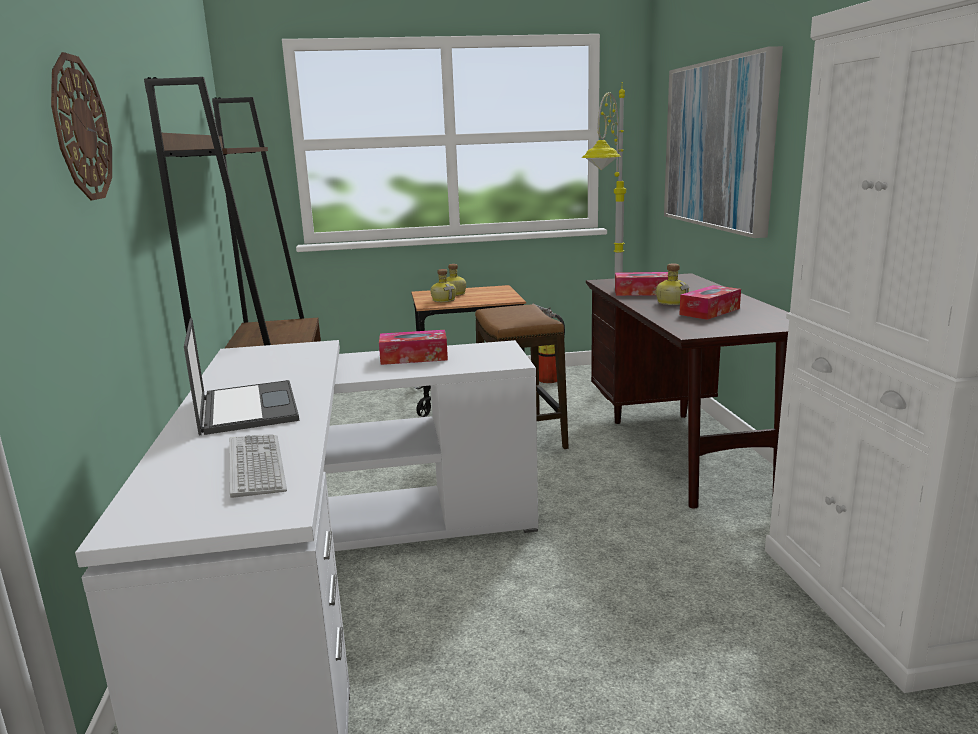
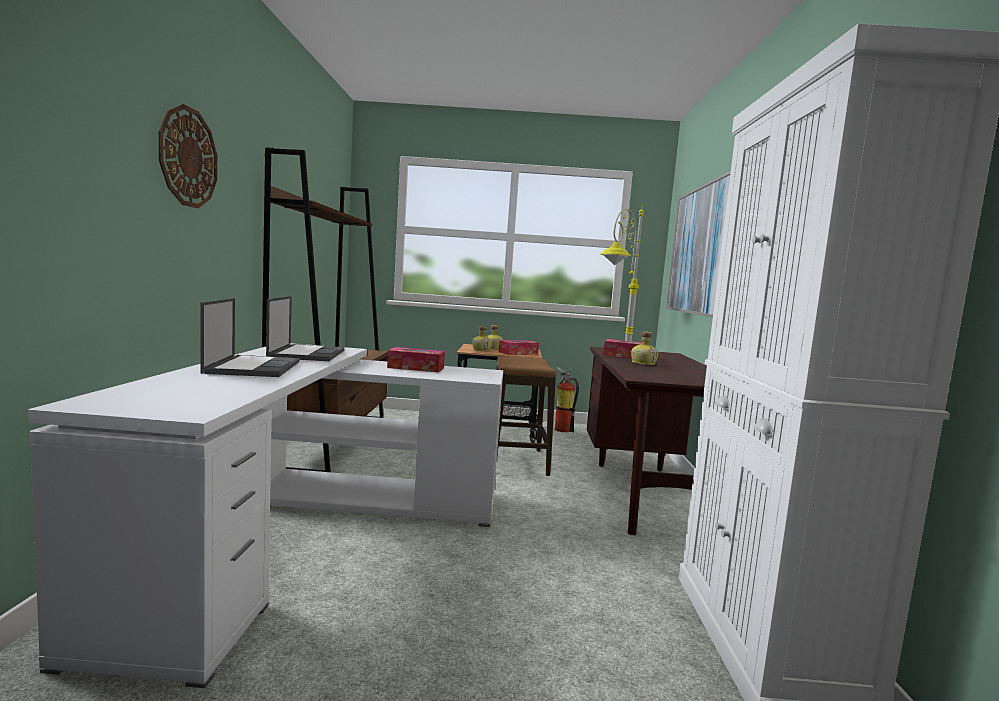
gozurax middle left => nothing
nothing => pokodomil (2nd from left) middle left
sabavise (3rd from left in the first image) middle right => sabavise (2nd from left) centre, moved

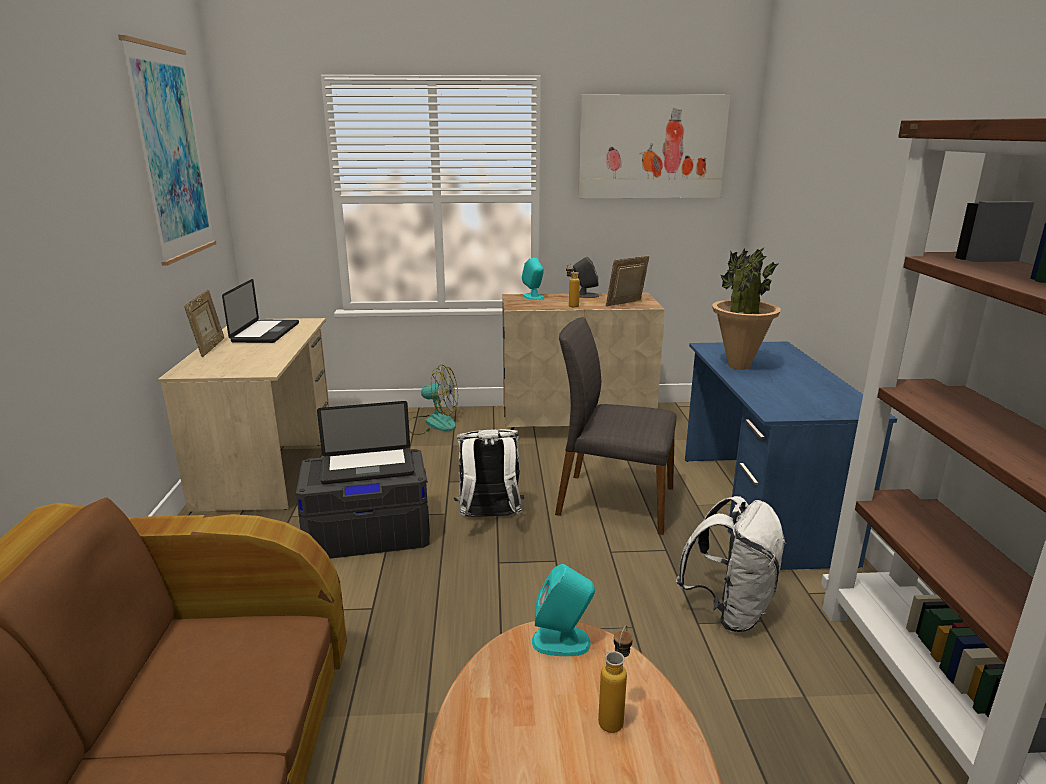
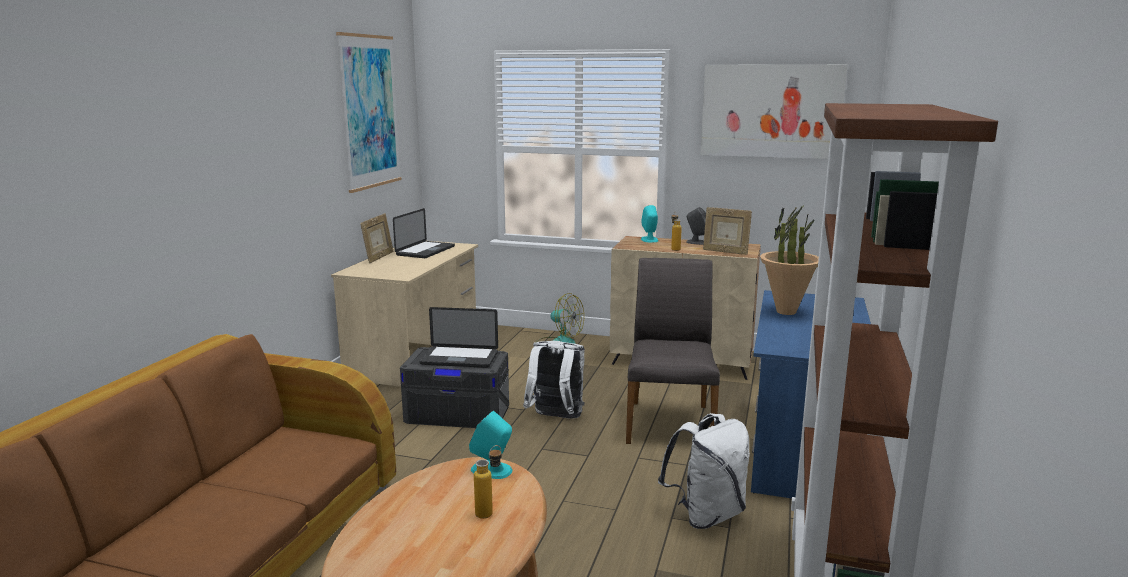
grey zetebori centre, 60 degrees clockwise
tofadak (2nd from left) centre, 120 degrees counterclockwise

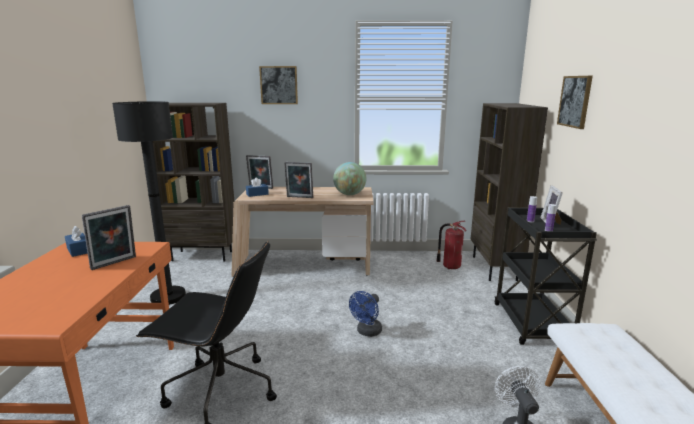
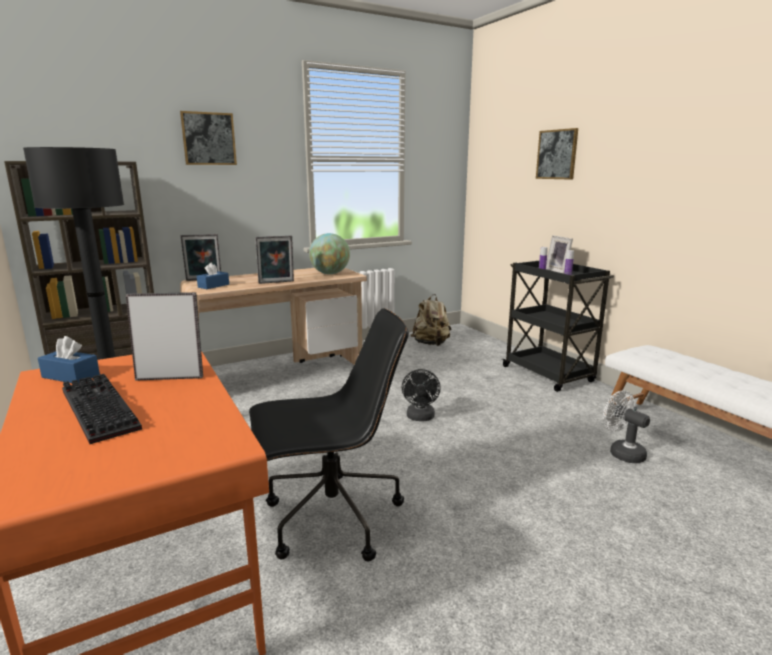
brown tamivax (2nd from left) middle right => nothing
nothing => gozurax middle left
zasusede centre => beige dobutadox centre
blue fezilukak bottom centre => black fezilukak centre
tofadak (1st from left) middle left, 105 degrees counterclockwise

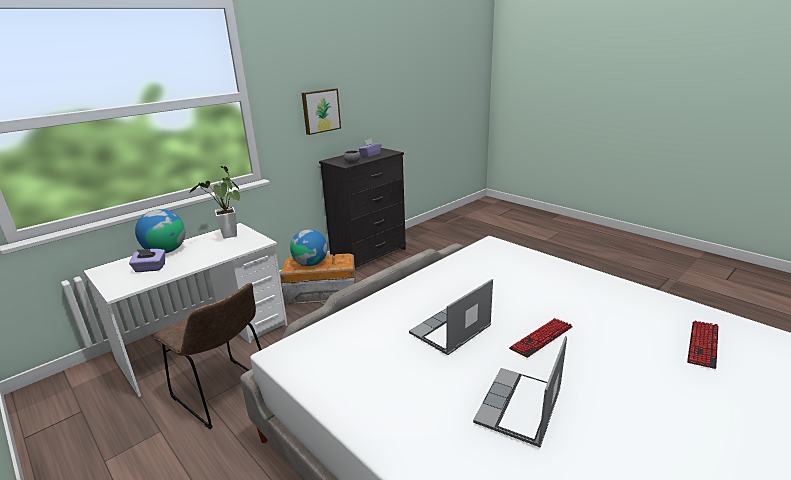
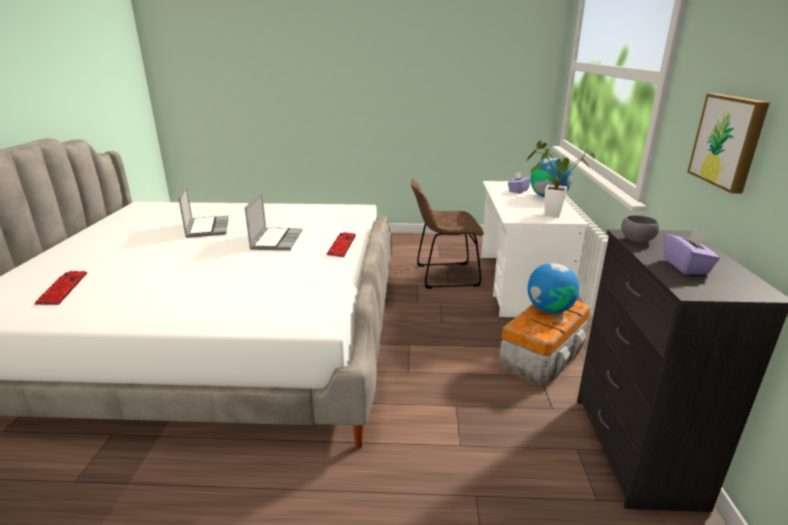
gozurax (1st from left in the first image) bottom right => gozurax (2nd from left) centre, moved

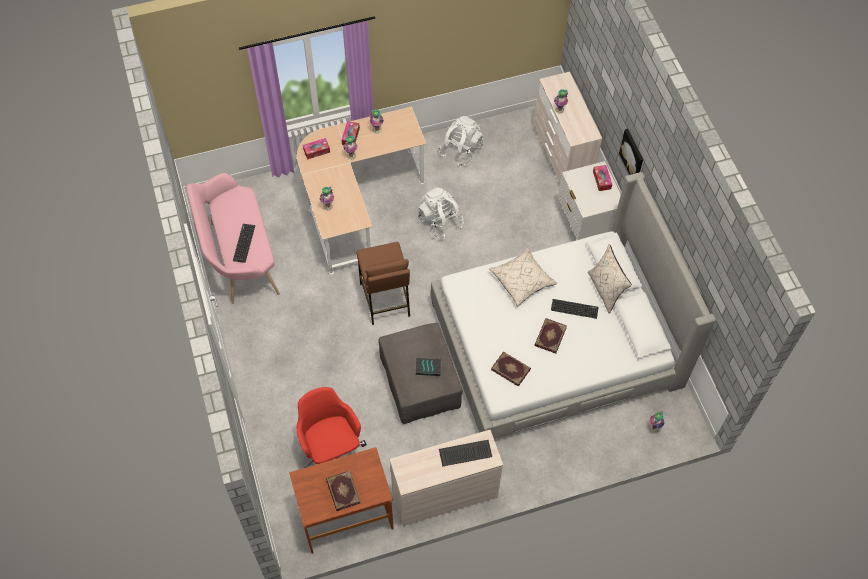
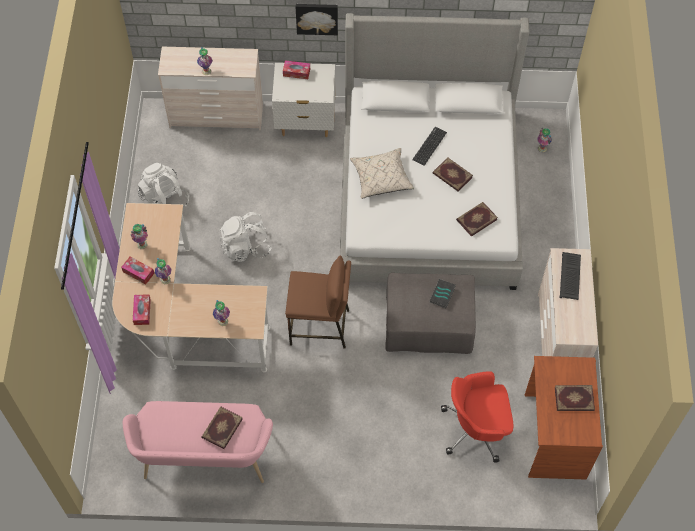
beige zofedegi (2nd from left) middle right => nothing
gozurax (1st from left) middle left => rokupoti (1st from left) bottom left

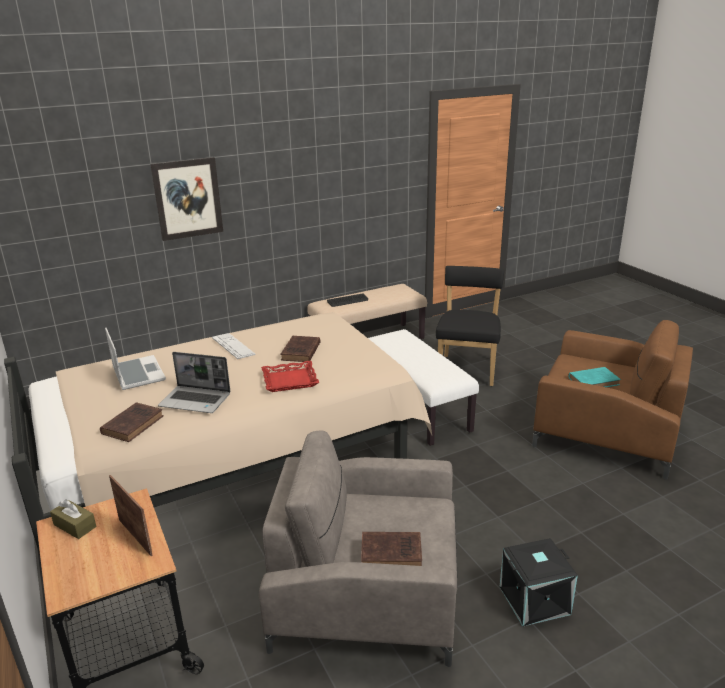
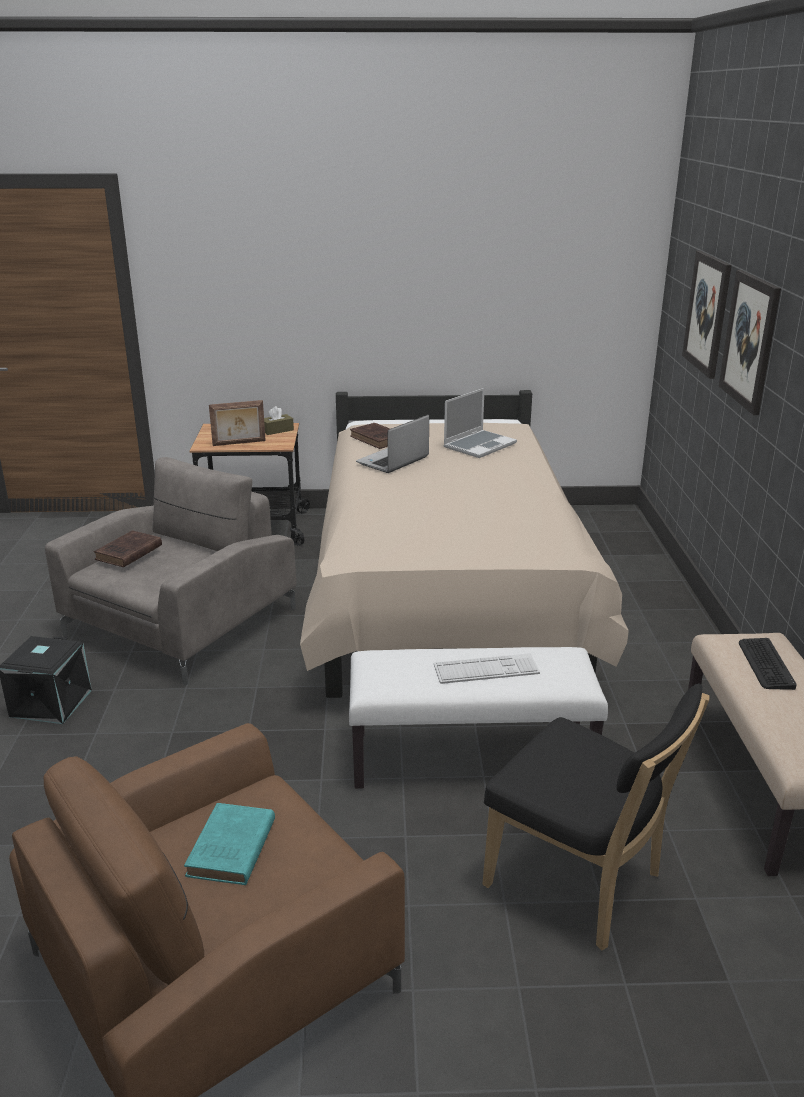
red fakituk centre => nothing
brown rokupoti (2nd from left) centre => nothing
nothing => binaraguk (1st from left) top right
gozurax (1st from left) middle left => gozurax (1st from left) centre, moved
pokodomil (1st from left in the first image) middle left => pokodomil (2nd from left) centre, 45 degrees counterclockwise

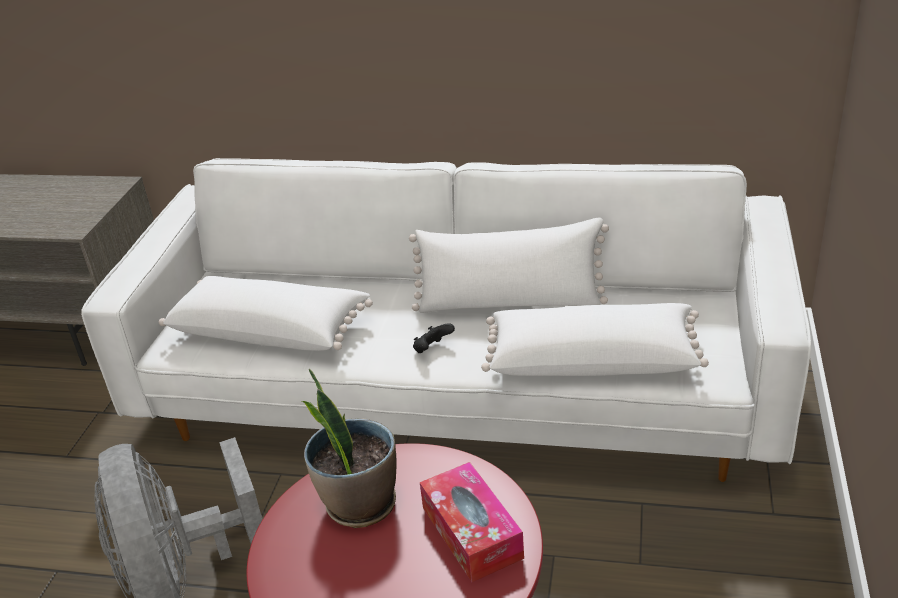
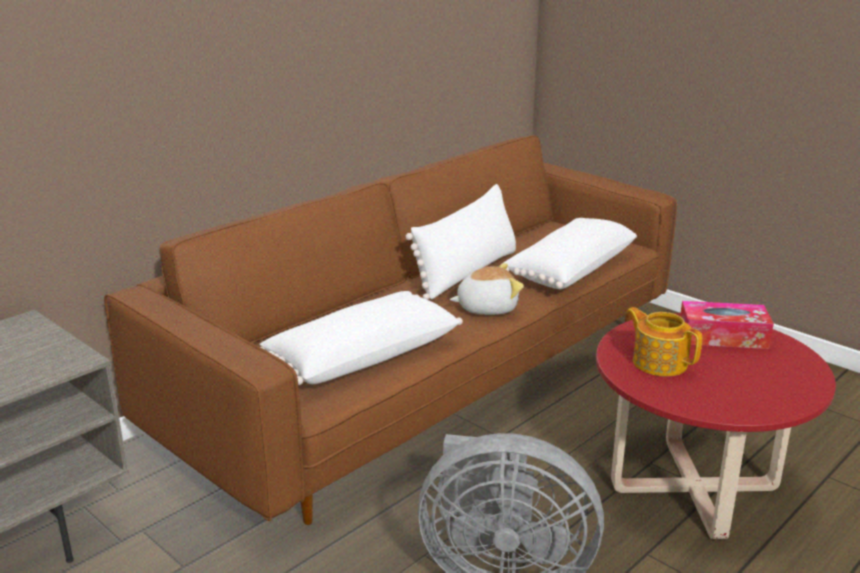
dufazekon bottom centre => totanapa middle right
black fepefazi centre => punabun centre
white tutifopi centre => brown tutifopi centre

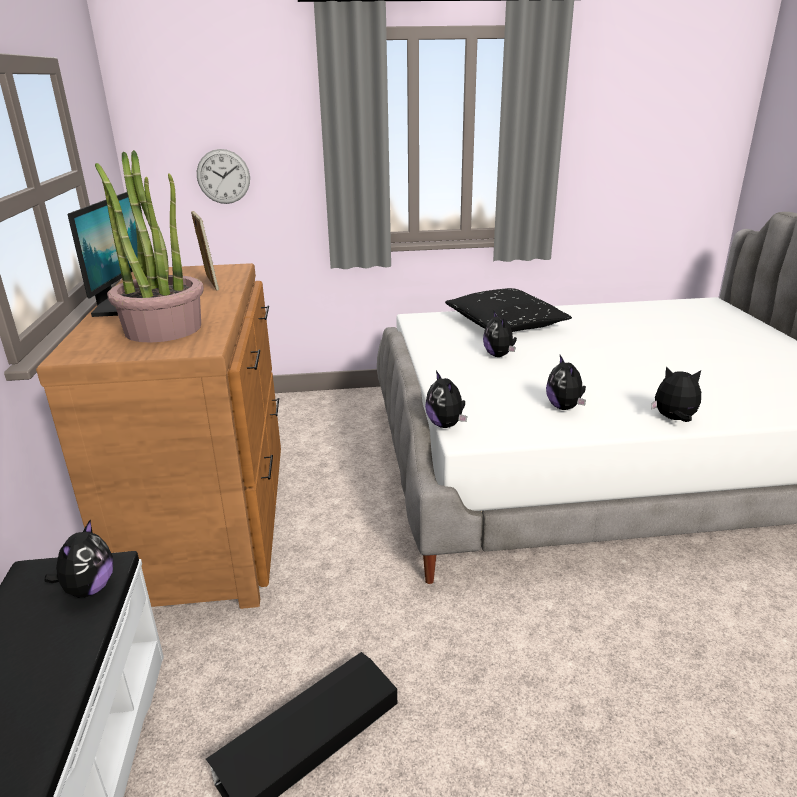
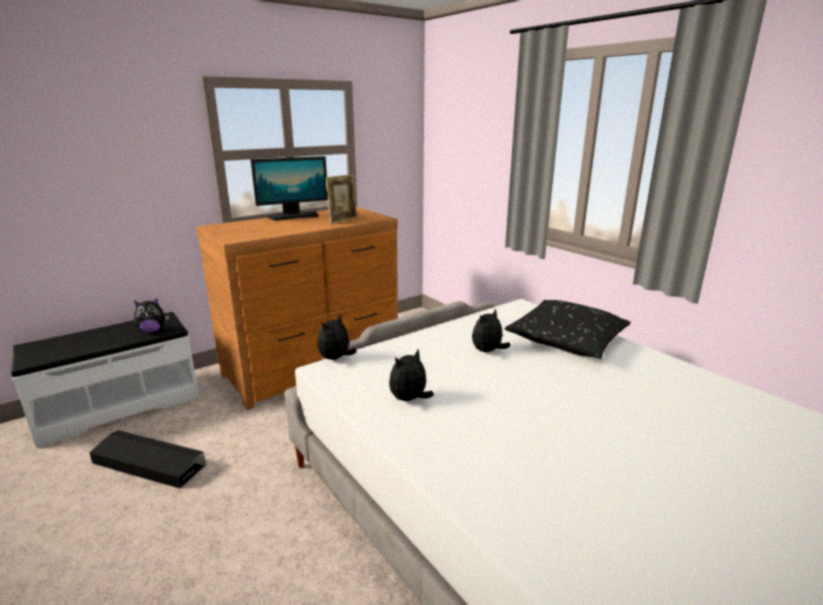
dufazekon top left => nothing
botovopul top left => nothing
punabun (5th from left) middle right => nothing

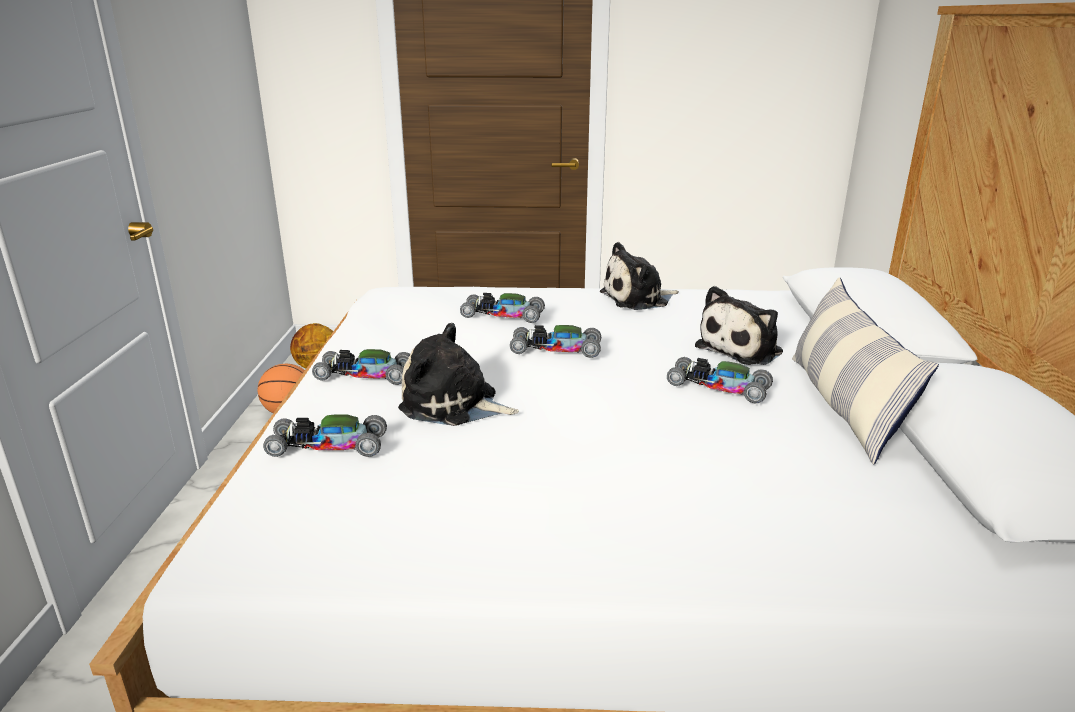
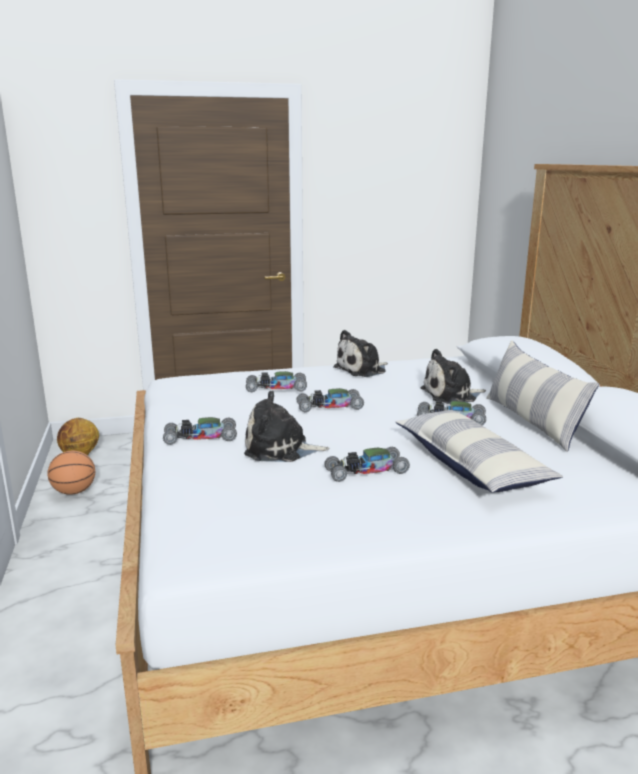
nothing => zofedegi (1st from left) middle right
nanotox (1st from left in the first image) middle left => nanotox (4th from left) centre, moved
punabun (3rd from left) middle right, 45 degrees clockwise

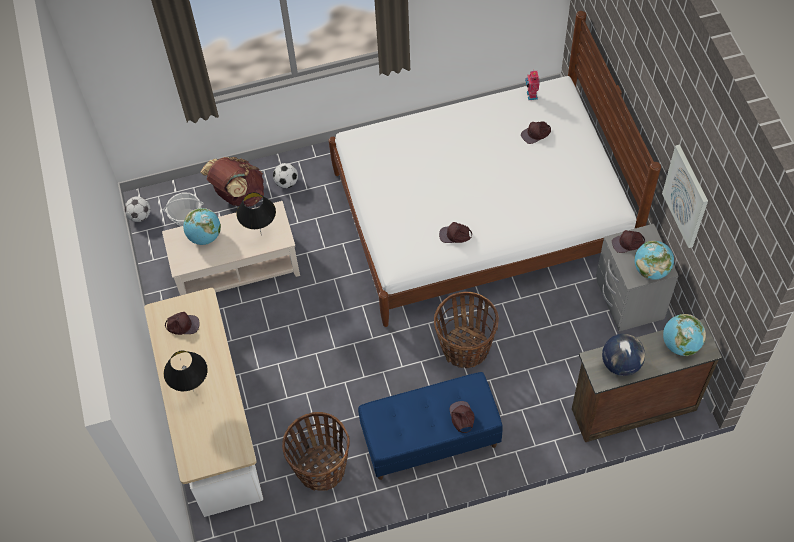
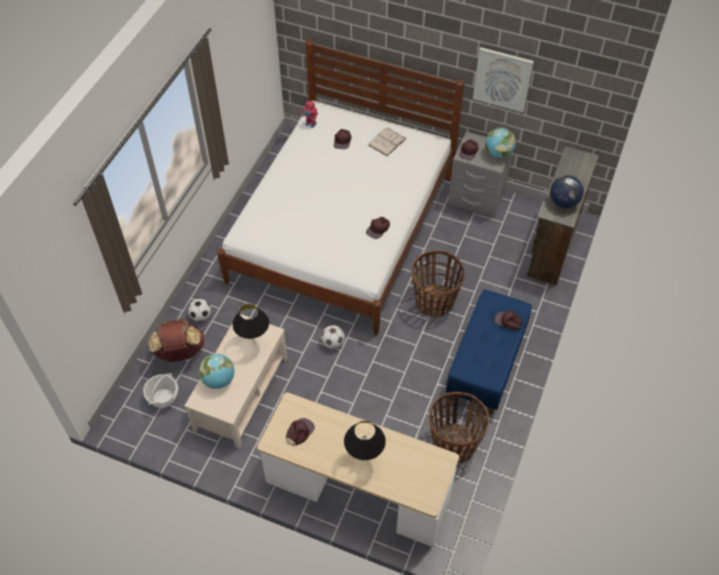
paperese (4th from left) middle right => nothing
nothing => white rokupoti top centre
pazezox (1st from left in the first image) middle left => pazezox (2nd from left) centre, moved

